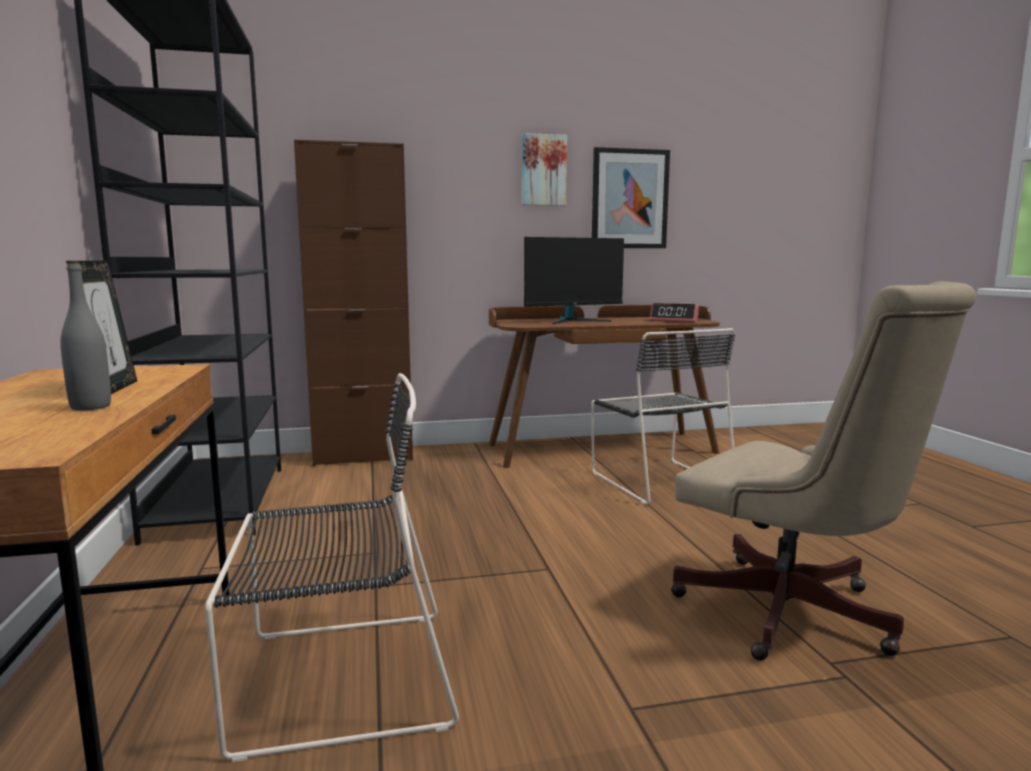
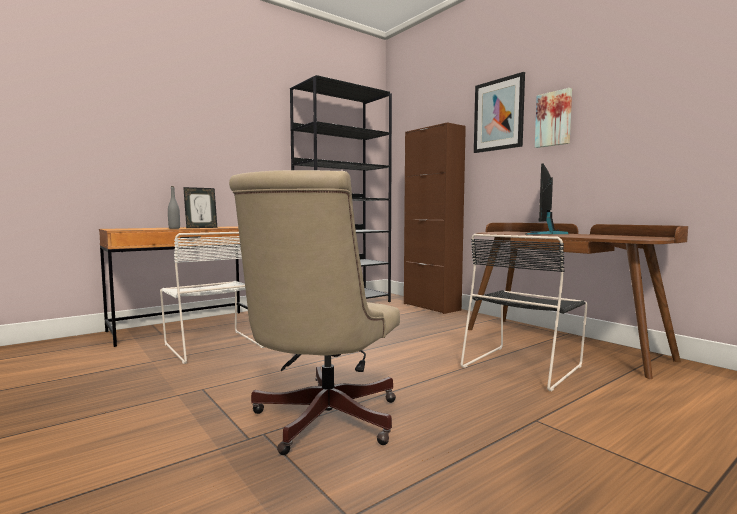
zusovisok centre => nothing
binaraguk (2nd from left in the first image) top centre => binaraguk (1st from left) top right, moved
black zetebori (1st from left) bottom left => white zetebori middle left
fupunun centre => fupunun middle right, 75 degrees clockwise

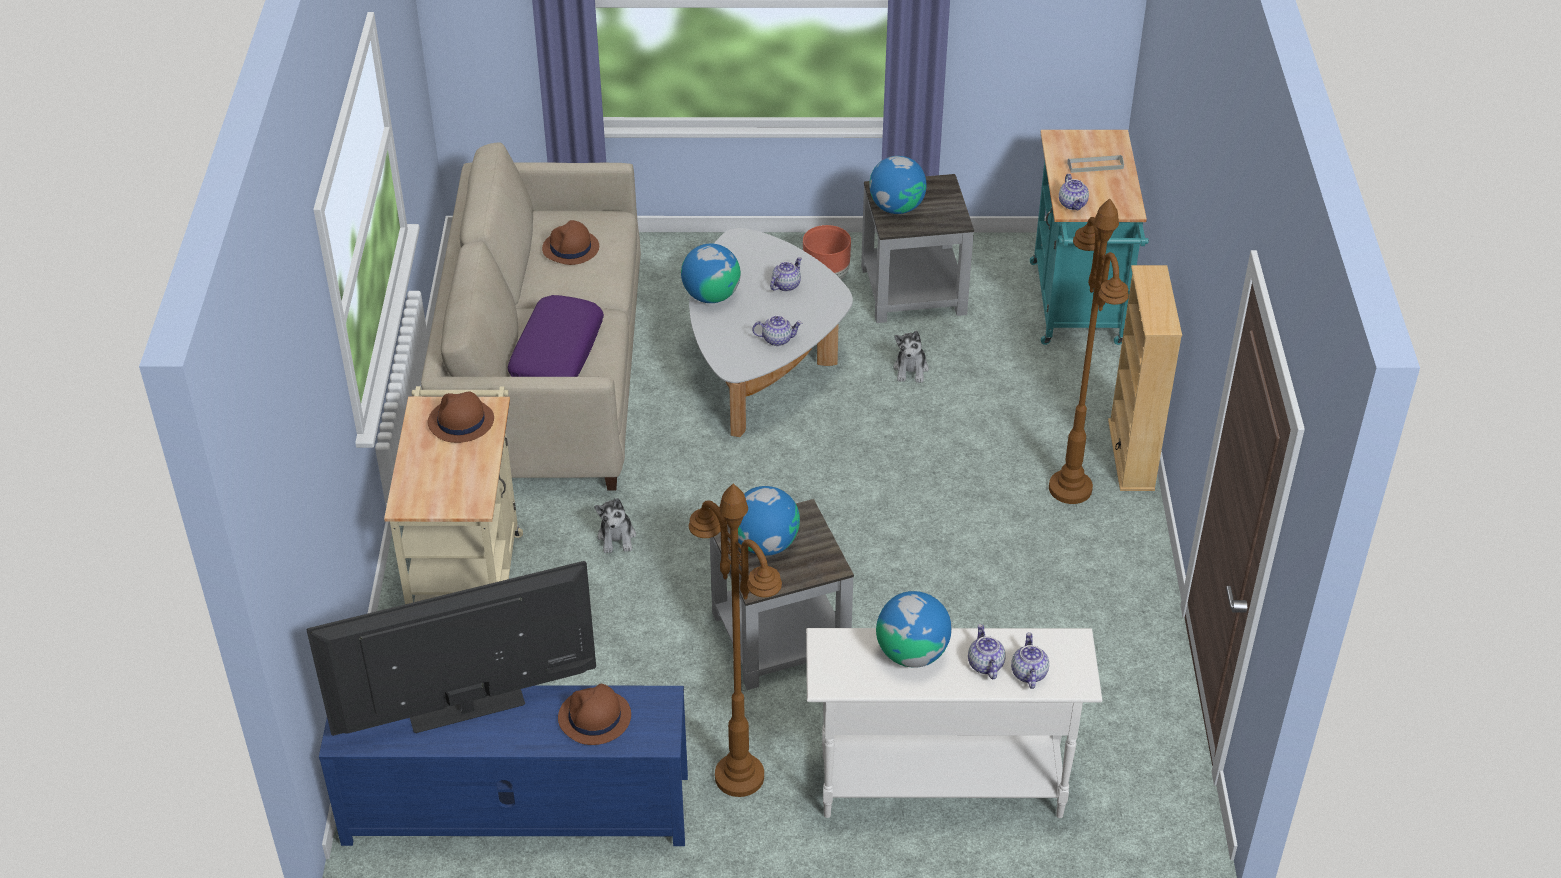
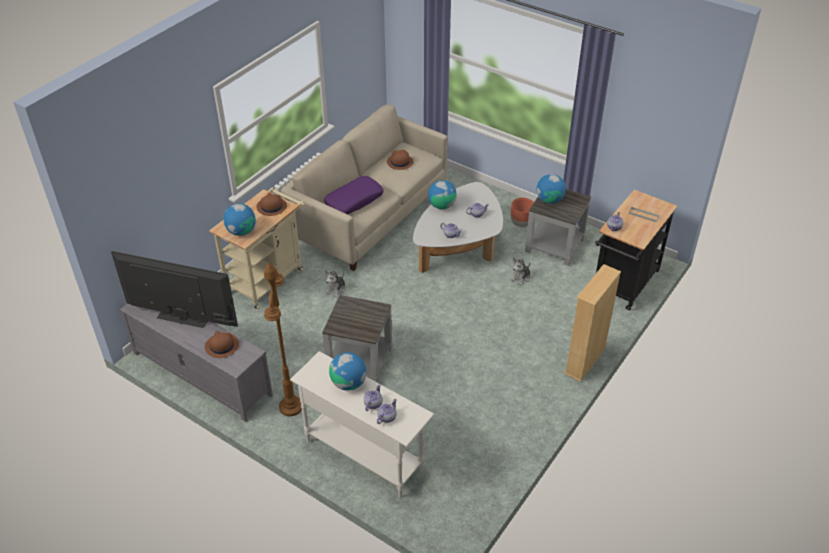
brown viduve (2nd from left) middle right => nothing
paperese (2nd from left in the first image) centre => paperese (1st from left) middle left, moved
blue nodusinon bottom left => grey nodusinon middle left
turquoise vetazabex top right => black vetazabex middle right

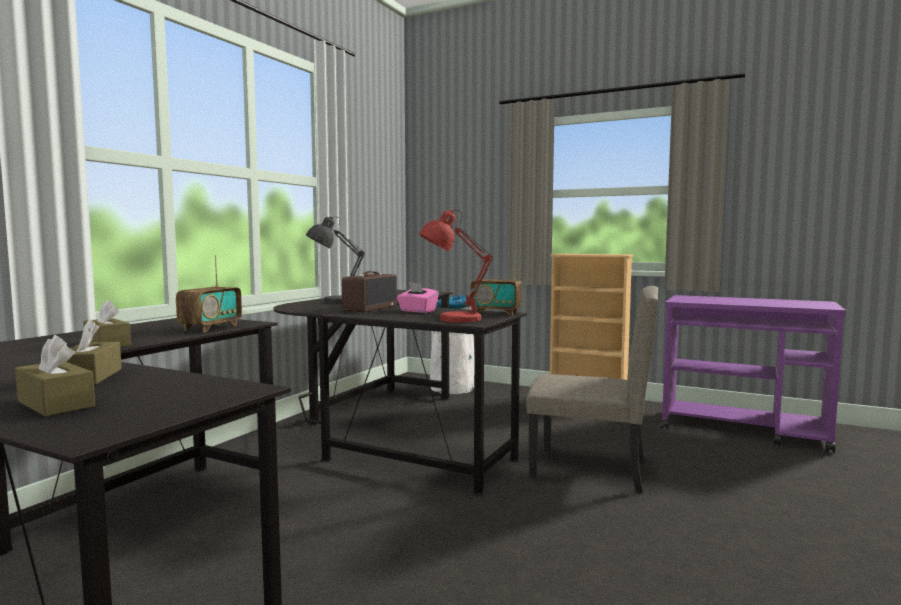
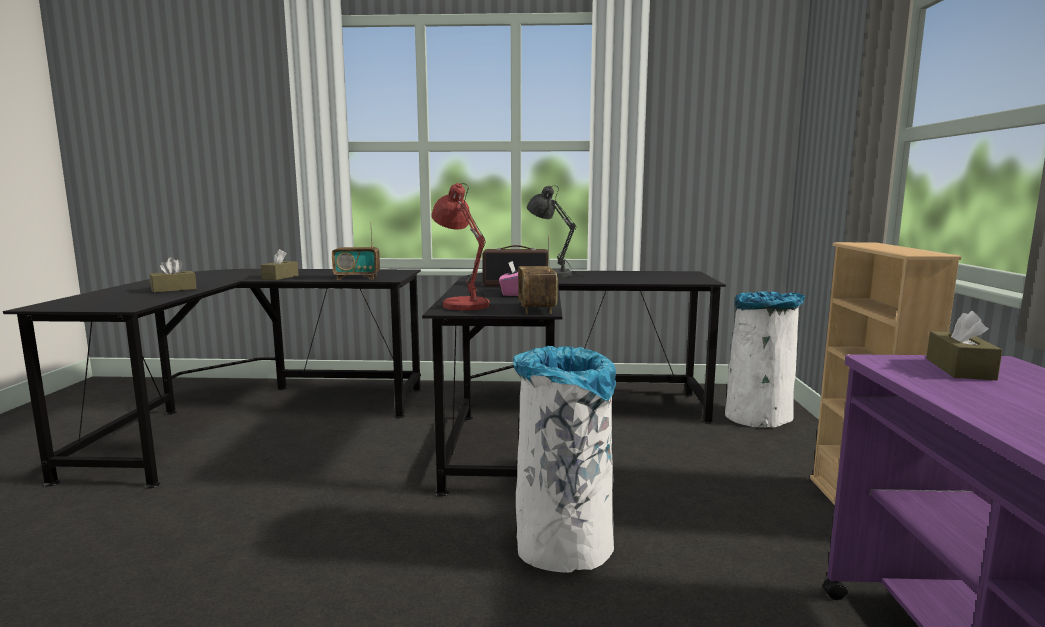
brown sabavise (1st from left in the first image) middle left => brown sabavise (3rd from left) middle right, moved
beige zetebori centre => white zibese (1st from left) bottom centre

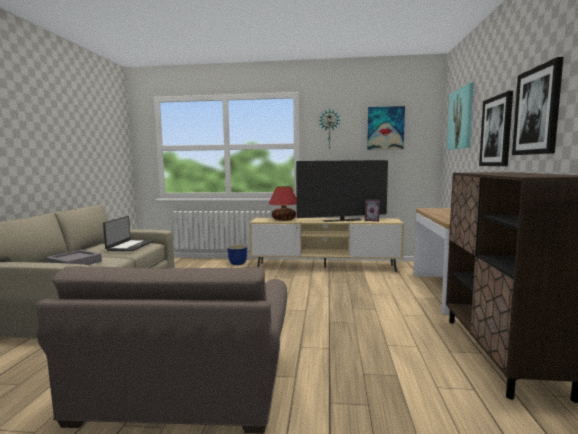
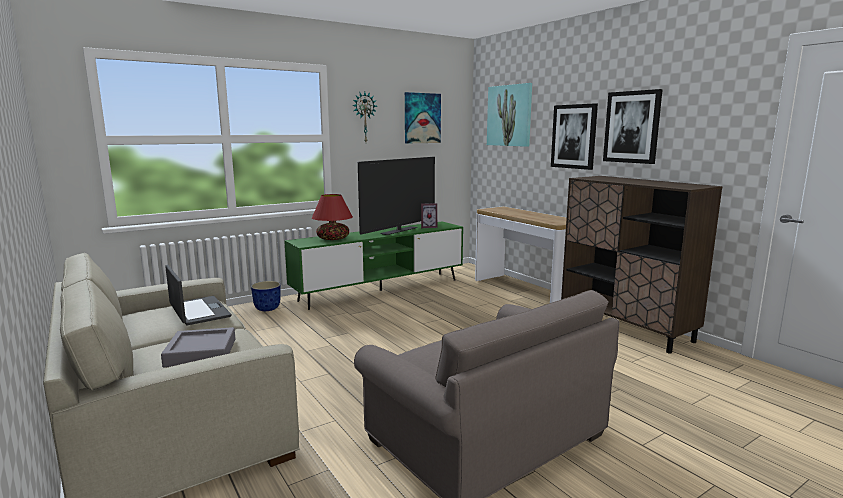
beige nodusinon centre => green nodusinon centre

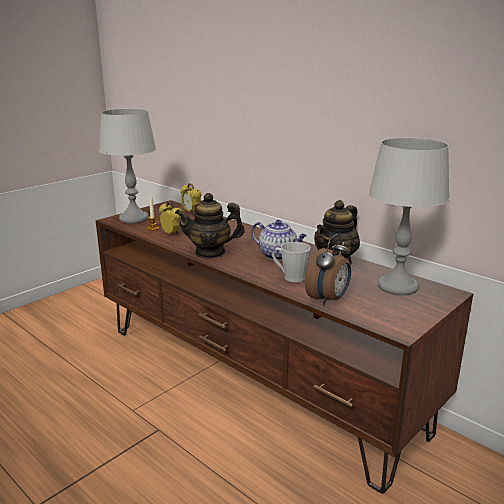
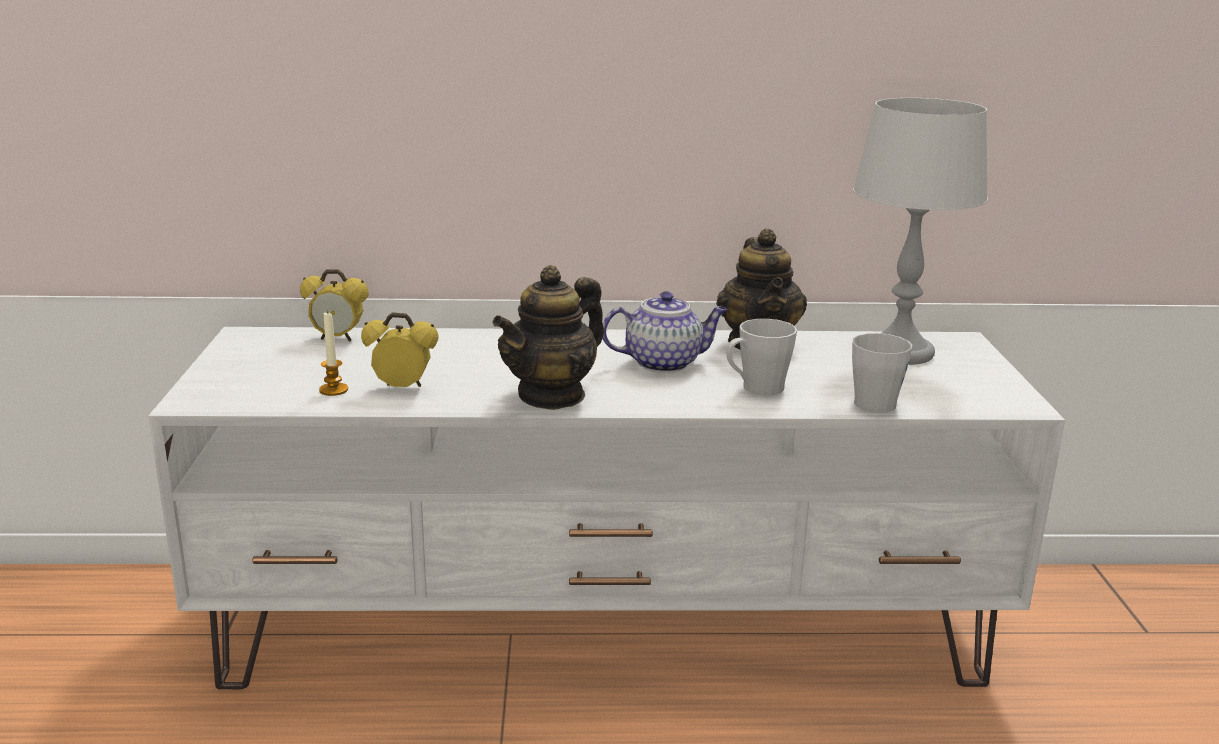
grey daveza (1st from left) top left => nothing
zusovisok (3rd from left) centre => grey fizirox (2nd from left) middle right
brown nodusinon bottom centre => white nodusinon bottom centre

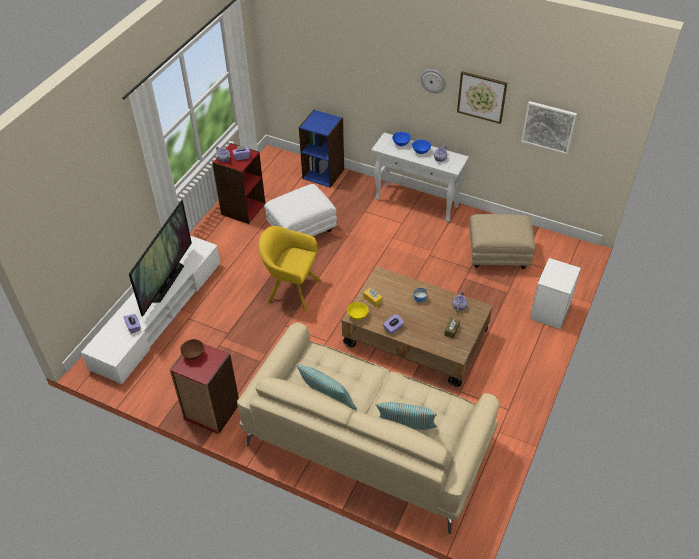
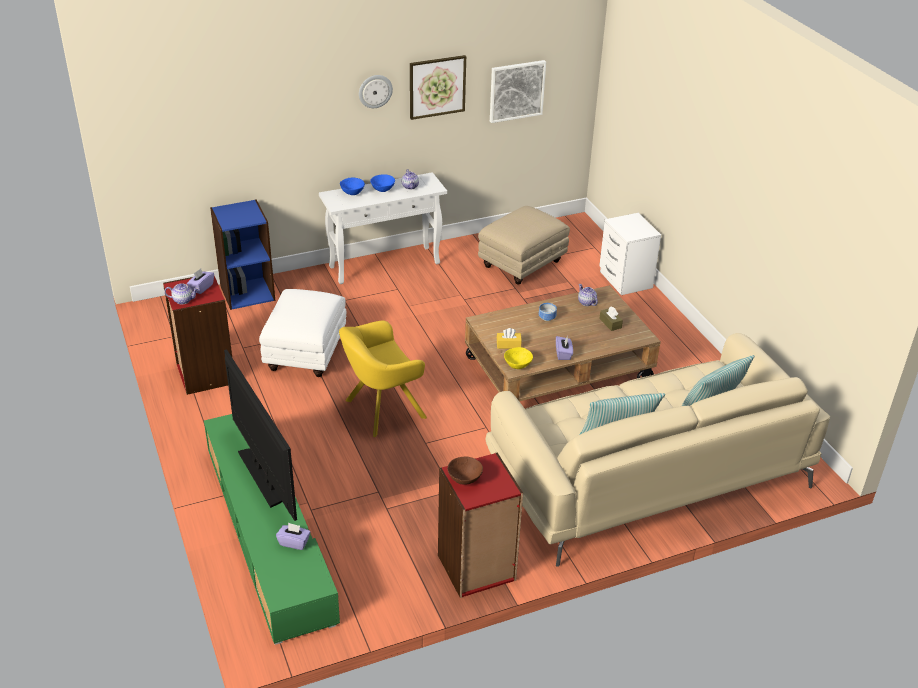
white nodusinon middle left => green nodusinon bottom left

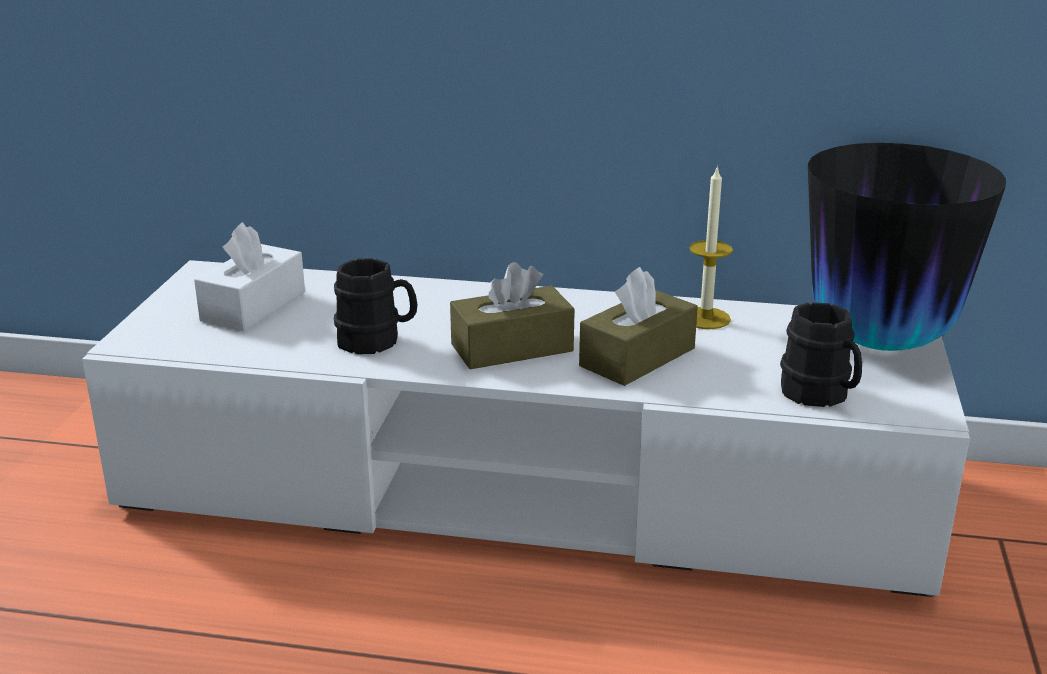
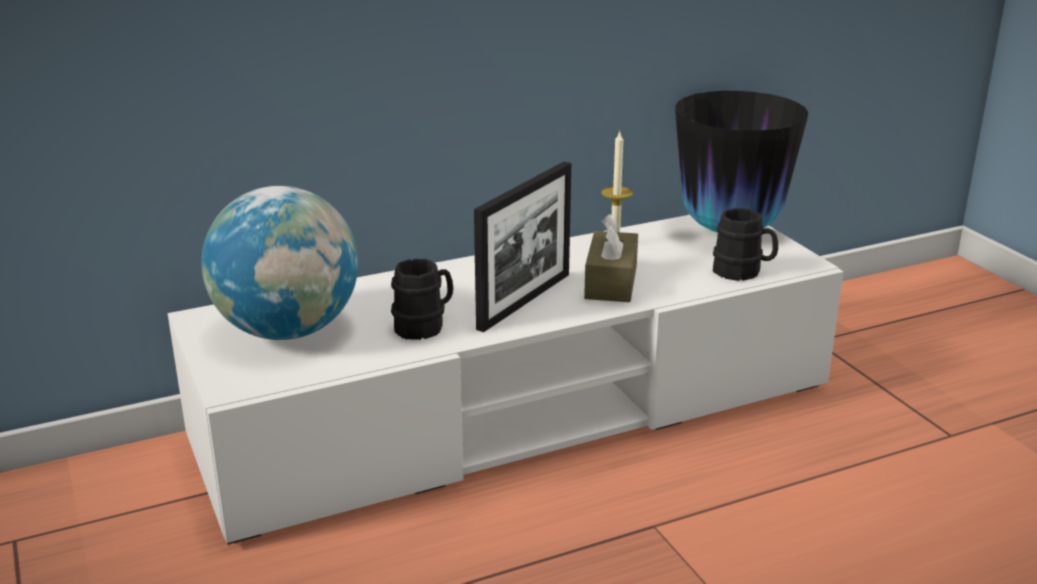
white sabavise middle left => paperese middle left
brown sabavise (1st from left) centre => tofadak centre

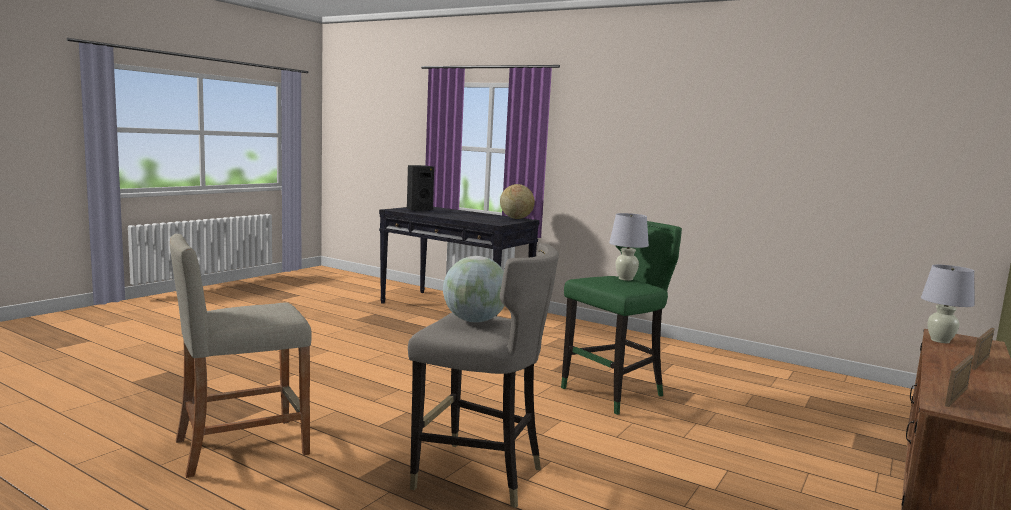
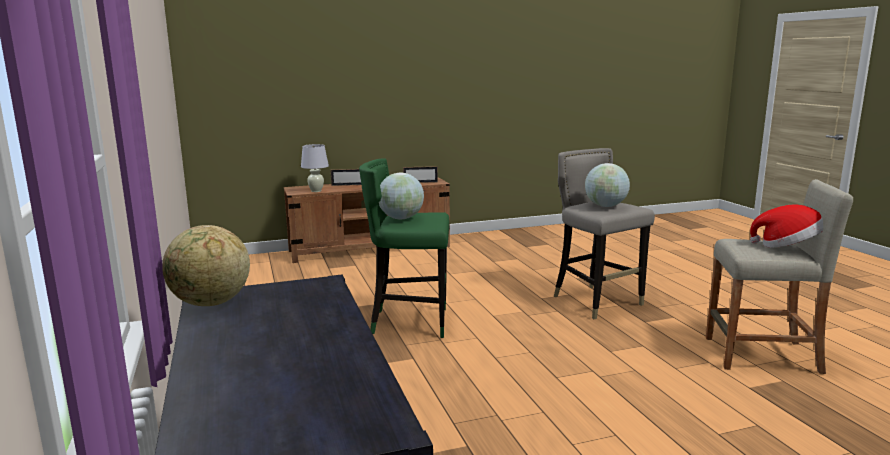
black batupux centre => nothing
nothing => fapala middle right
white daveza (1st from left) centre => paperese (2nd from left) centre

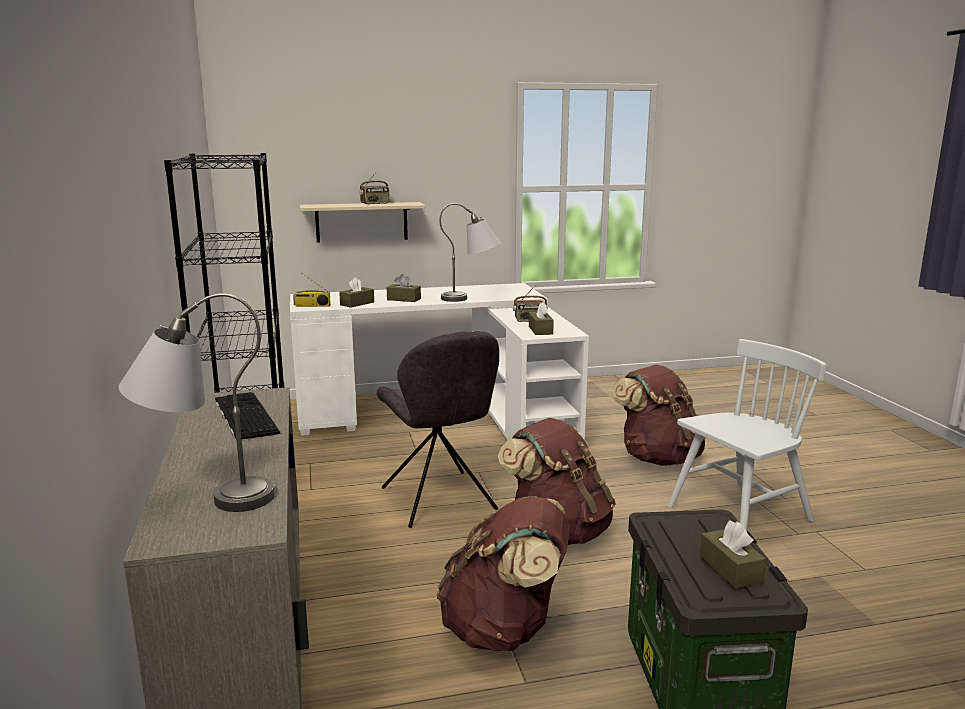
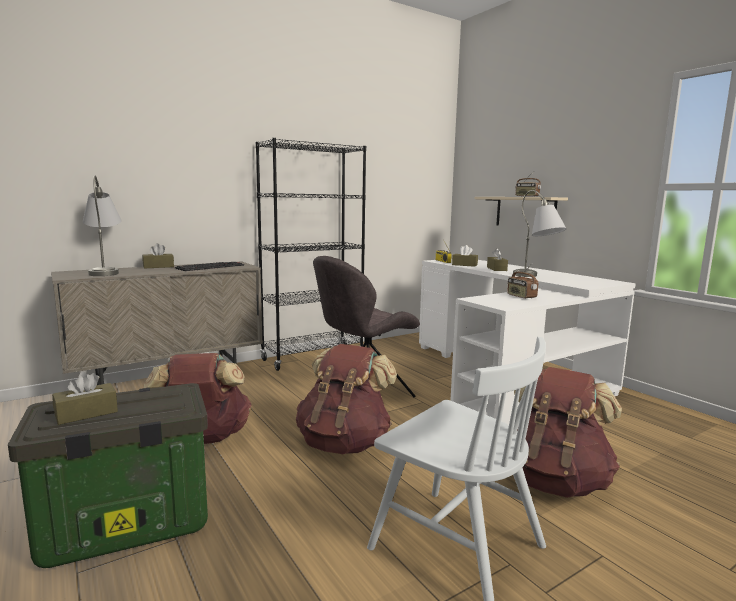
brown sabavise (3rd from left in the first image) centre => brown sabavise (2nd from left) middle left, moved

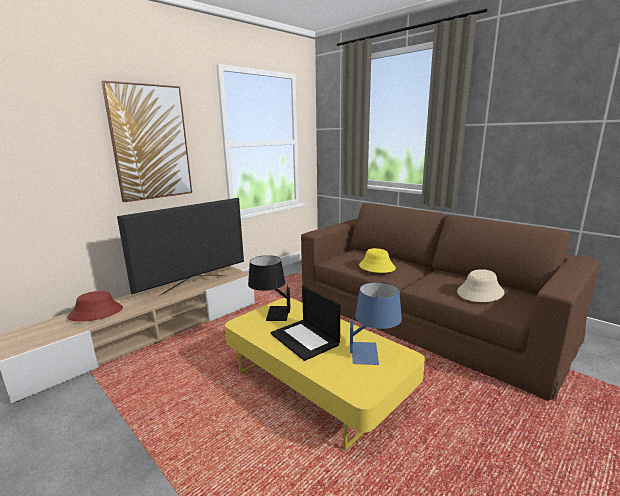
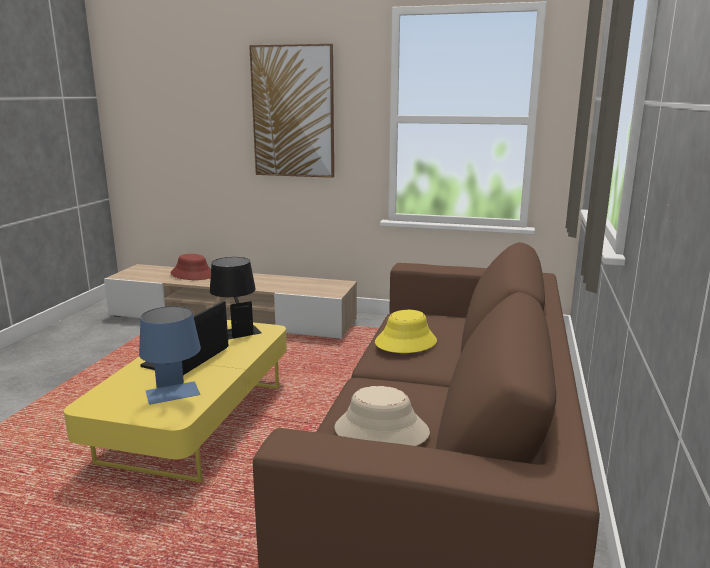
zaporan middle left => nothing

